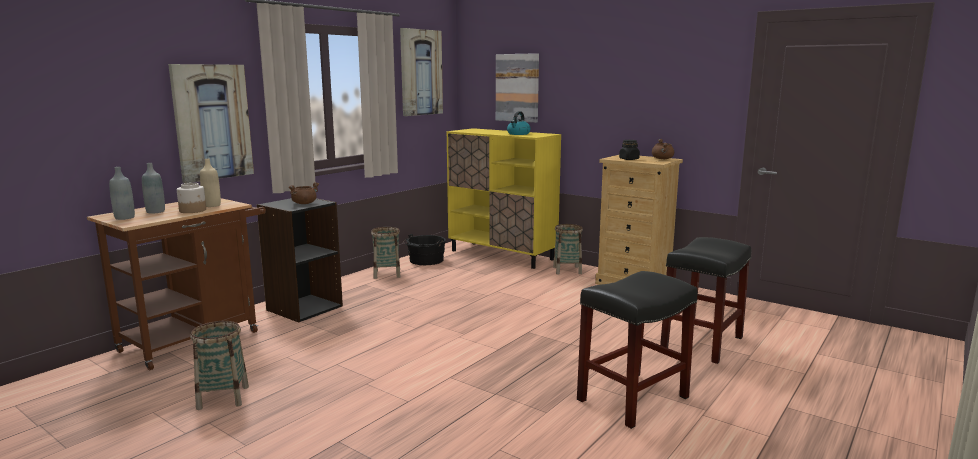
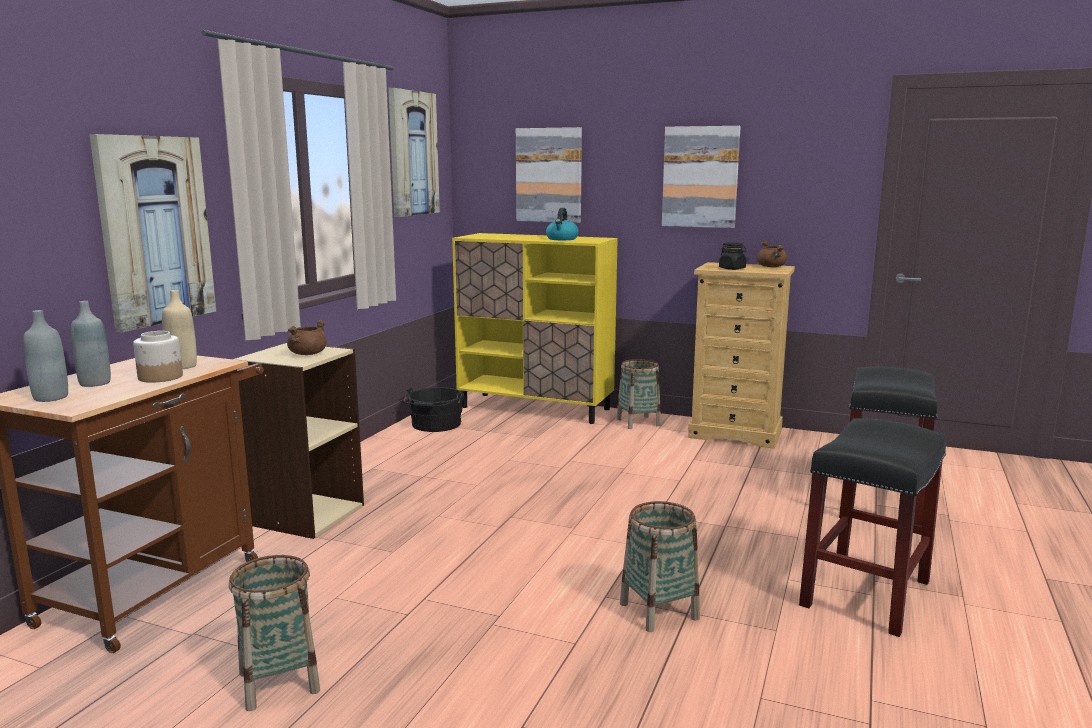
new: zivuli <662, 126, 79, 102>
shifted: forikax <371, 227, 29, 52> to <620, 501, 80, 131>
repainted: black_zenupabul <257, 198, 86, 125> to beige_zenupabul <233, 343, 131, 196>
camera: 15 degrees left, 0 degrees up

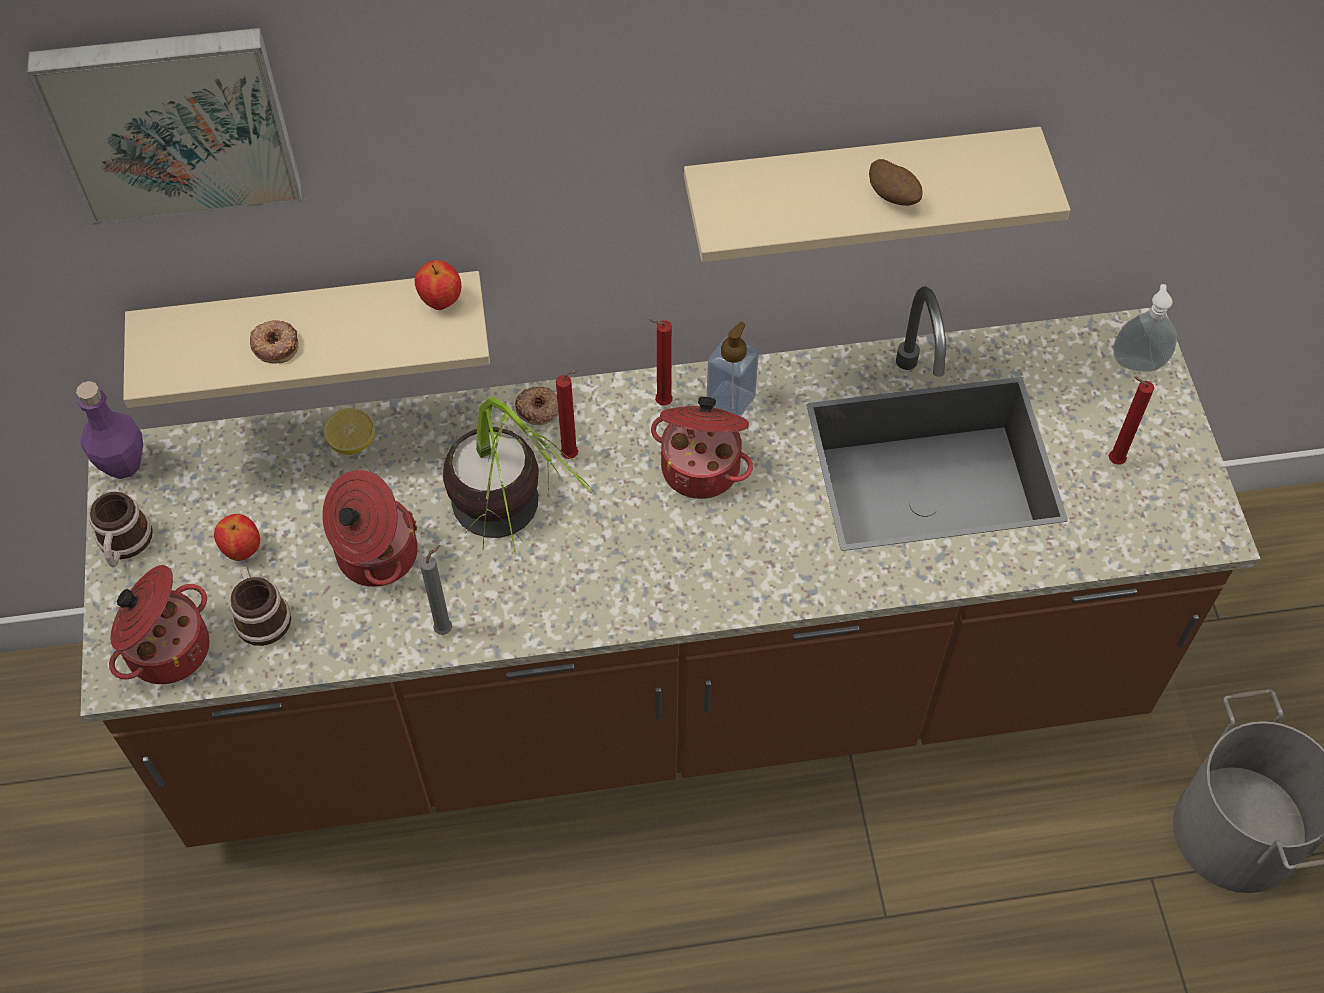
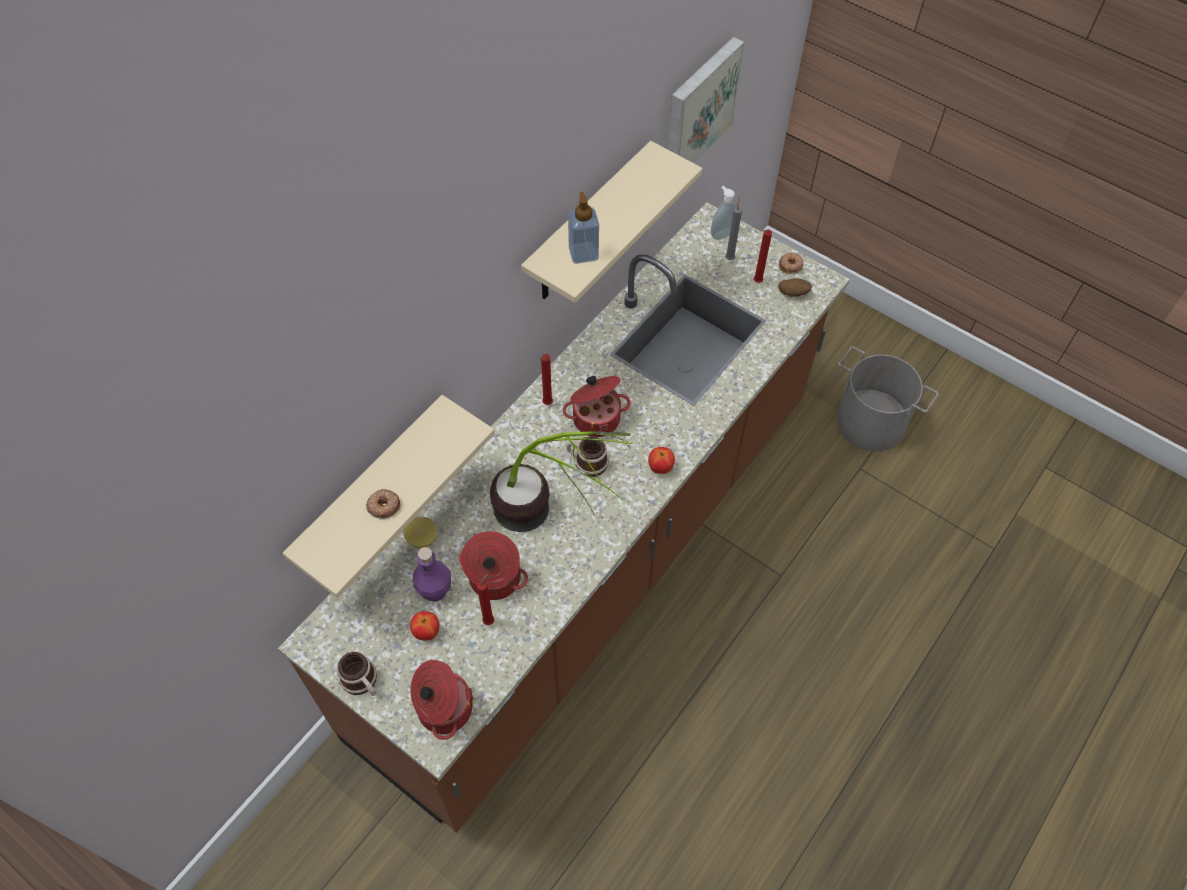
shifted: zivuli <27, 28, 275, 197> to <667, 37, 78, 126>; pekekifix <869, 159, 54, 47> to <778, 278, 34, 19>; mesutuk <415, 260, 46, 50> to <648, 447, 27, 27>; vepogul <707, 322, 52, 94> to <568, 192, 31, 72>; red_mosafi <556, 370, 23, 89> to <477, 573, 17, 52>; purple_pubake <76, 381, 67, 98> to <413, 547, 38, 55>; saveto <515, 386, 44, 39> to <779, 253, 25, 21>; grey_mosafi <420, 545, 32, 90> to <725, 198, 17, 62>; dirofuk <229, 567, 62, 79> to <566, 436, 43, 41>
camera: 45 degrees left, 0 degrees up

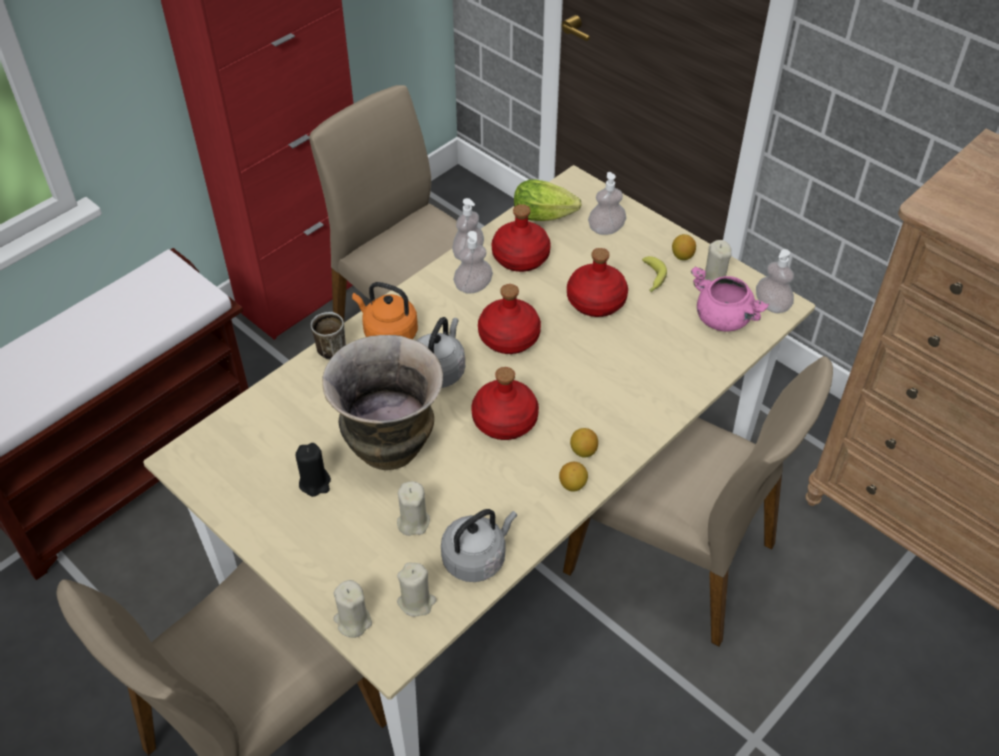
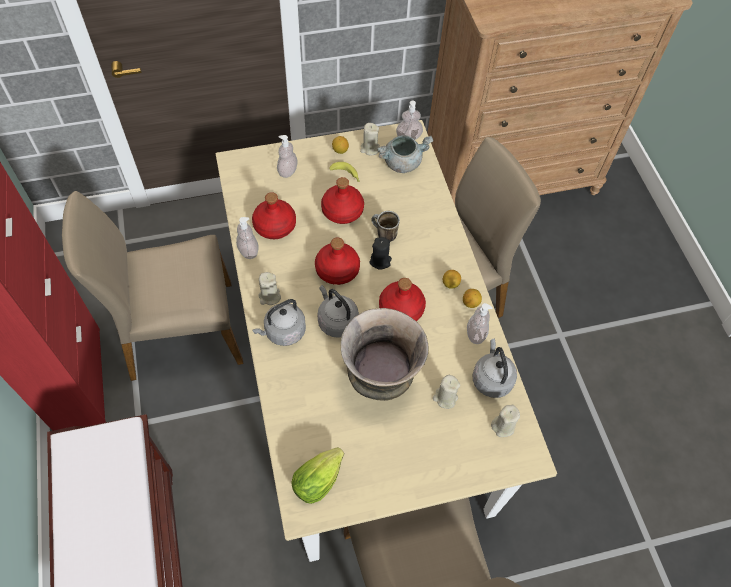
shifted: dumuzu <514, 179, 68, 42> to <291, 447, 53, 57>; vepogul <453, 231, 40, 63> to <467, 303, 25, 41>; dirofuk <311, 312, 35, 48> to <371, 211, 29, 31>; black_mosafi <296, 443, 35, 54> to <370, 237, 22, 33>; beige_mosafi <333, 580, 39, 58> to <258, 272, 23, 33>
repainted: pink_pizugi <691, 267, 78, 64> to grey_pizugi <377, 135, 56, 38>; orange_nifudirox <352, 282, 66, 57> to grey_nifudirox <252, 299, 54, 47>
camera: 60 degrees left, 10 degrees up

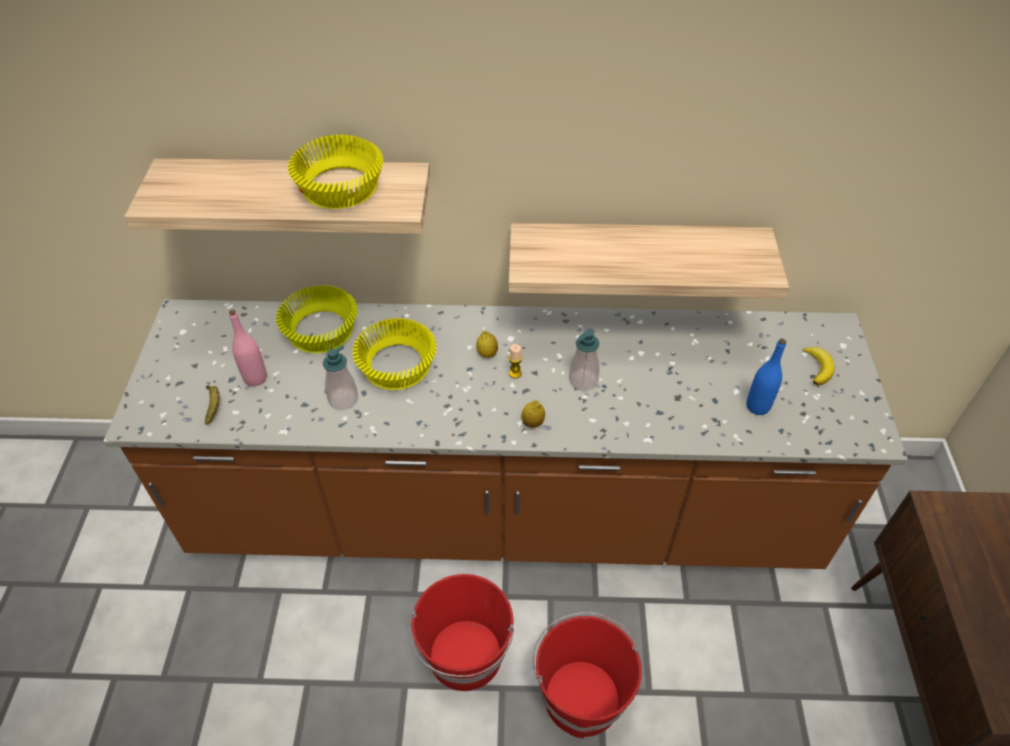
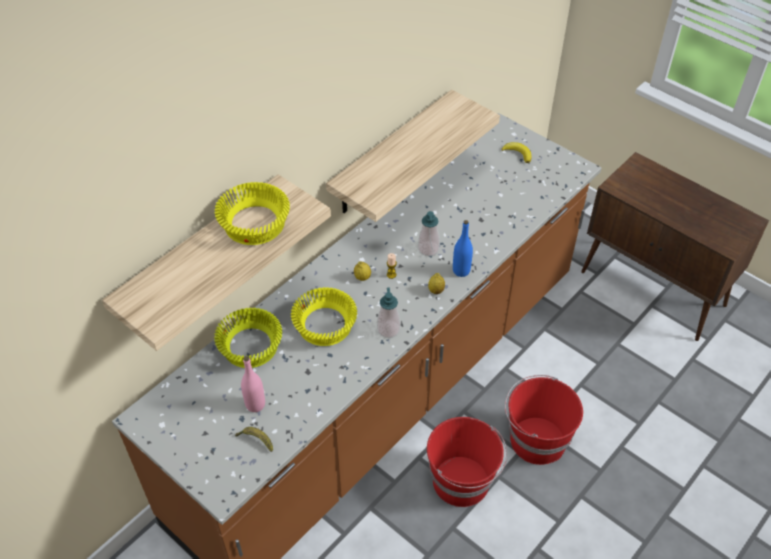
shifted: blue_pubake <746, 339, 40, 76> to <453, 220, 20, 57>; vepogul <323, 345, 35, 65> to <377, 288, 24, 50>
camera: 50 degrees left, 0 degrees up

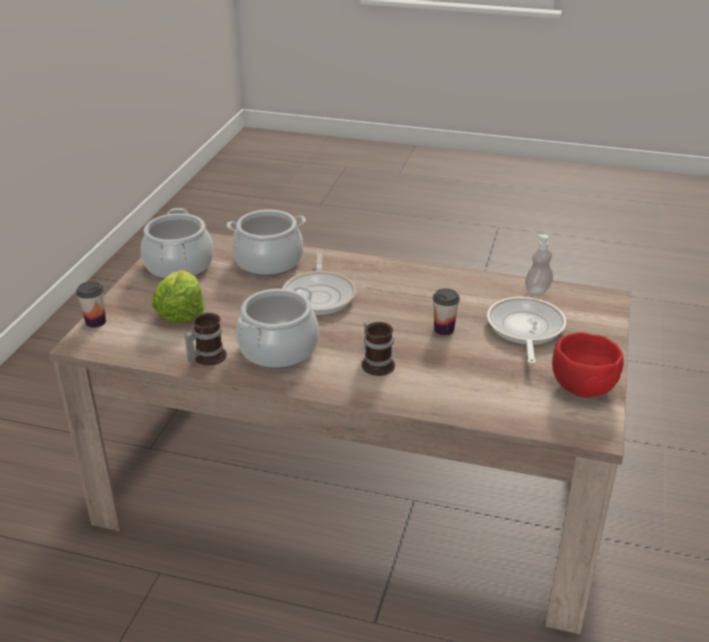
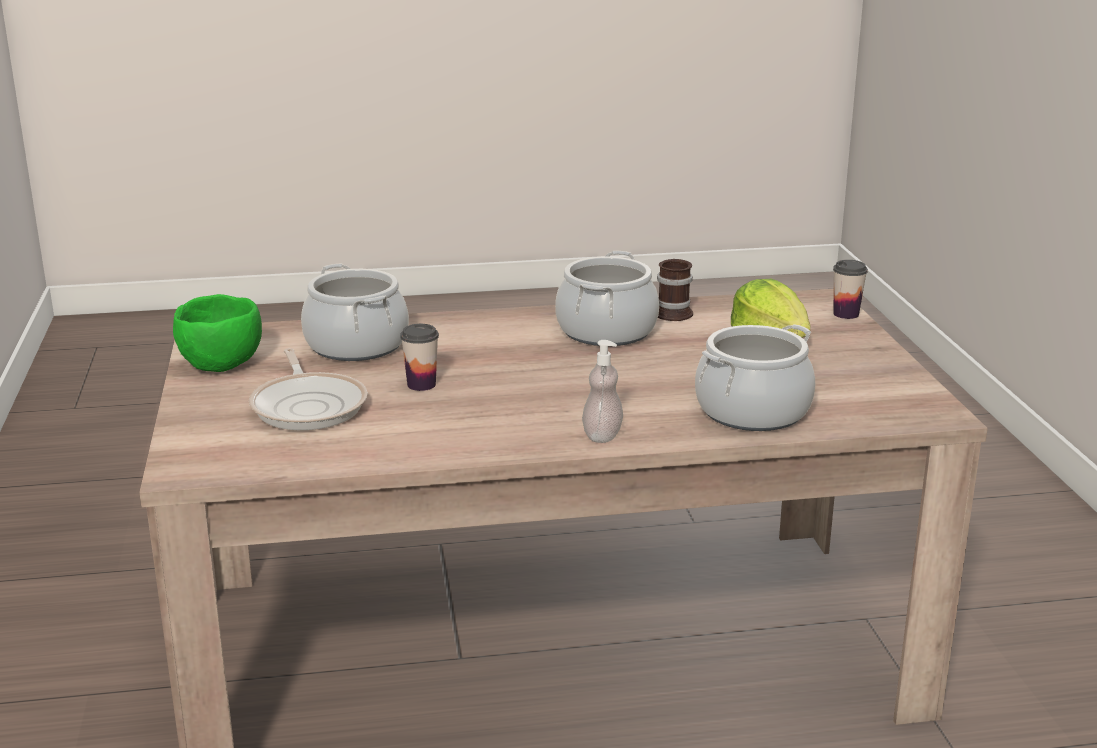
gone: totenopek <282, 250, 74, 65>; dirofuk <362, 322, 33, 54>
shifted: pizugi <141, 208, 73, 71> to <301, 264, 108, 97>; vepogul <525, 234, 28, 61> to <582, 340, 41, 103>
repainted: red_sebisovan <552, 332, 71, 65> to green_sebisovan <173, 294, 89, 78>
camera: 155 degrees right, 10 degrees down

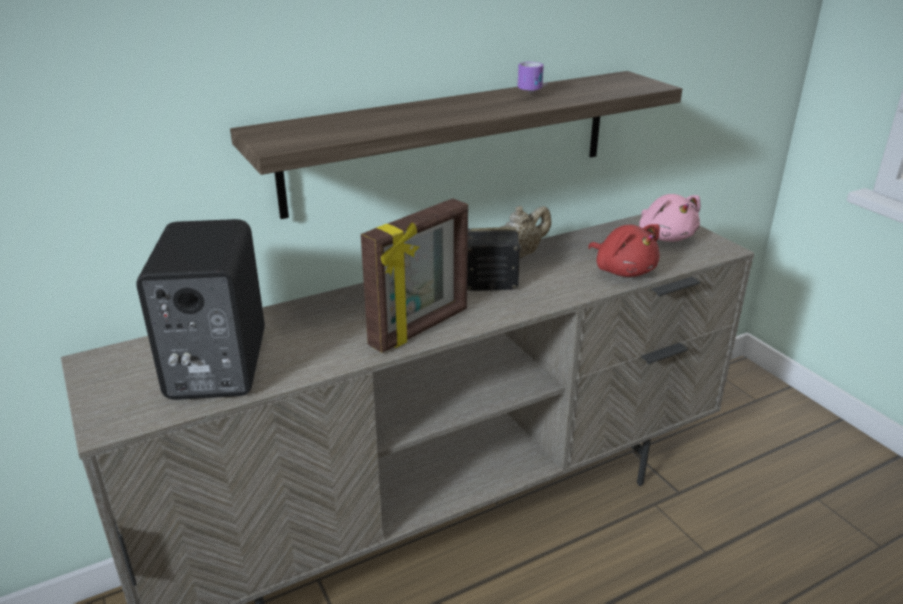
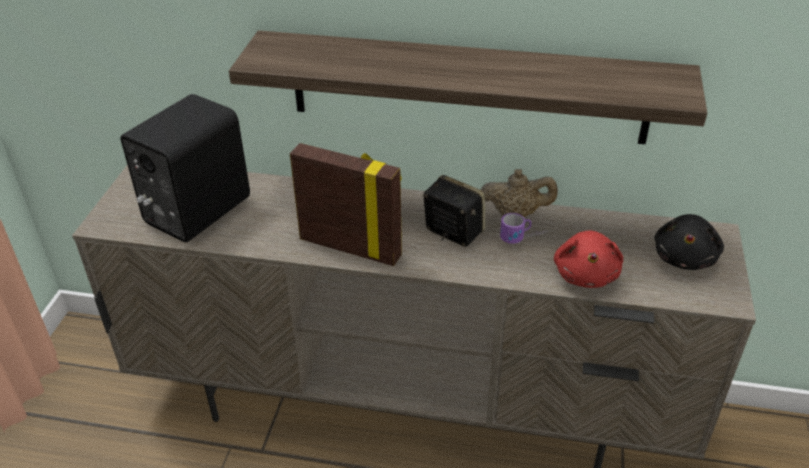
shifted: dirofuk <518, 62, 30, 32> to <500, 213, 48, 31>
repainted: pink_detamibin <639, 194, 62, 48> to black_detamibin <655, 214, 69, 56>
rotated: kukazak <361, 198, 107, 155> = <290, 143, 112, 123> 150 degrees counterclockwise
camera: 40 degrees right, 10 degrees up

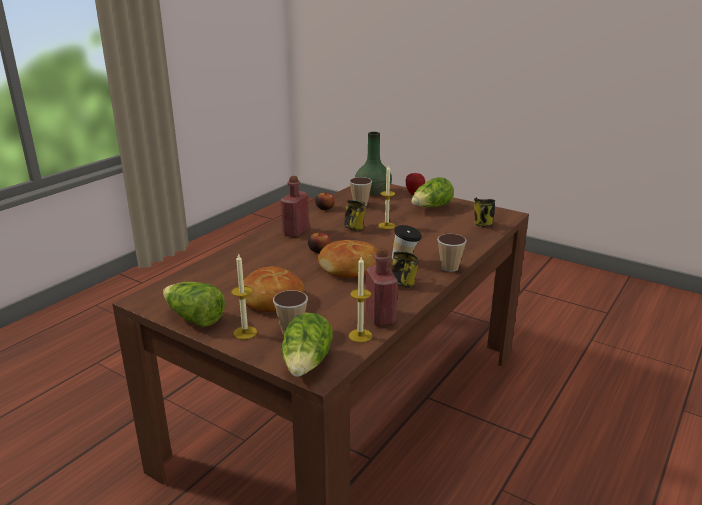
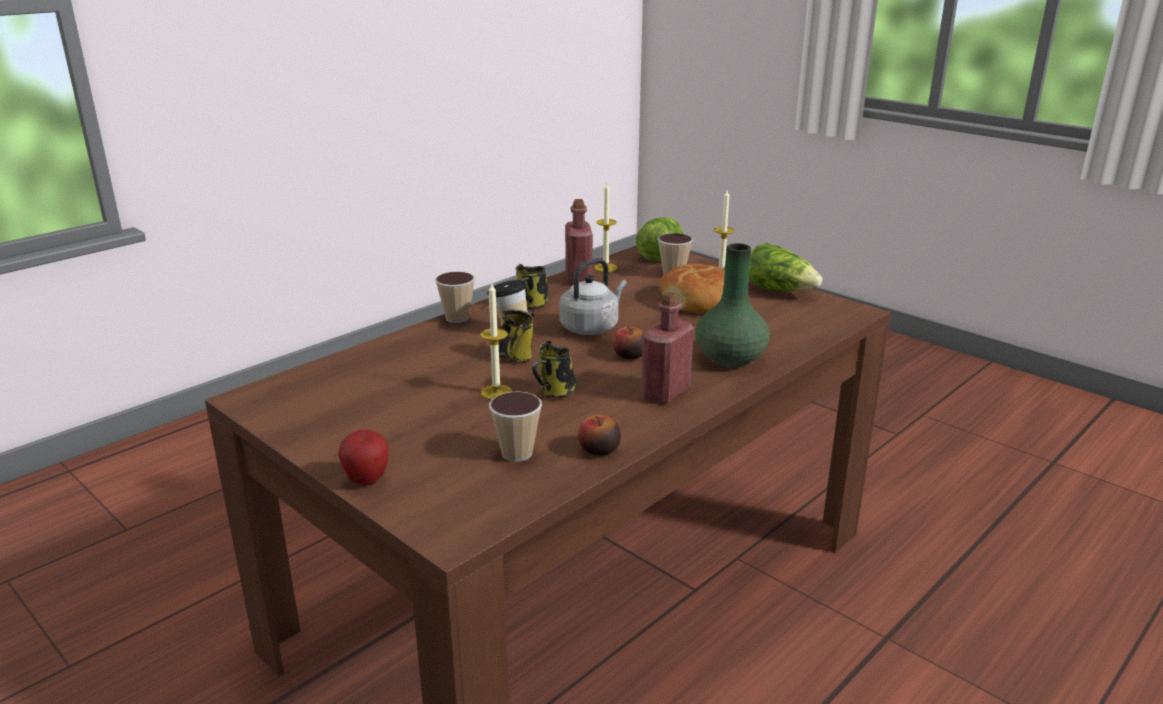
gone: dumuzu <411, 177, 43, 30>
shifted: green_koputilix <355, 132, 37, 63> to <695, 243, 75, 125>; dirofuk <474, 198, 21, 29> to <499, 309, 35, 54>
swapped: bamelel <318, 240, 60, 38> to grey_nifudirox <559, 258, 68, 77>
camera: 170 degrees left, 0 degrees up

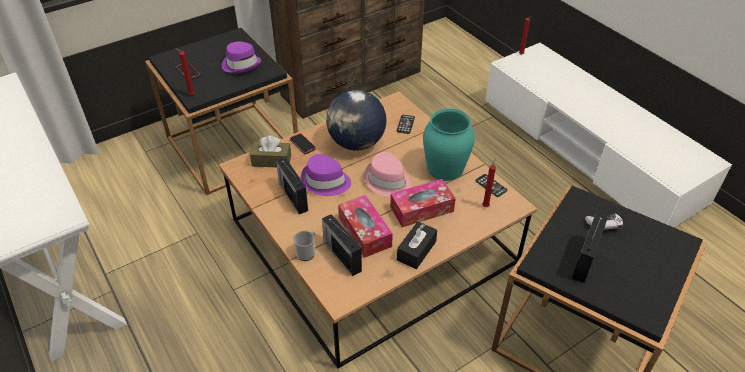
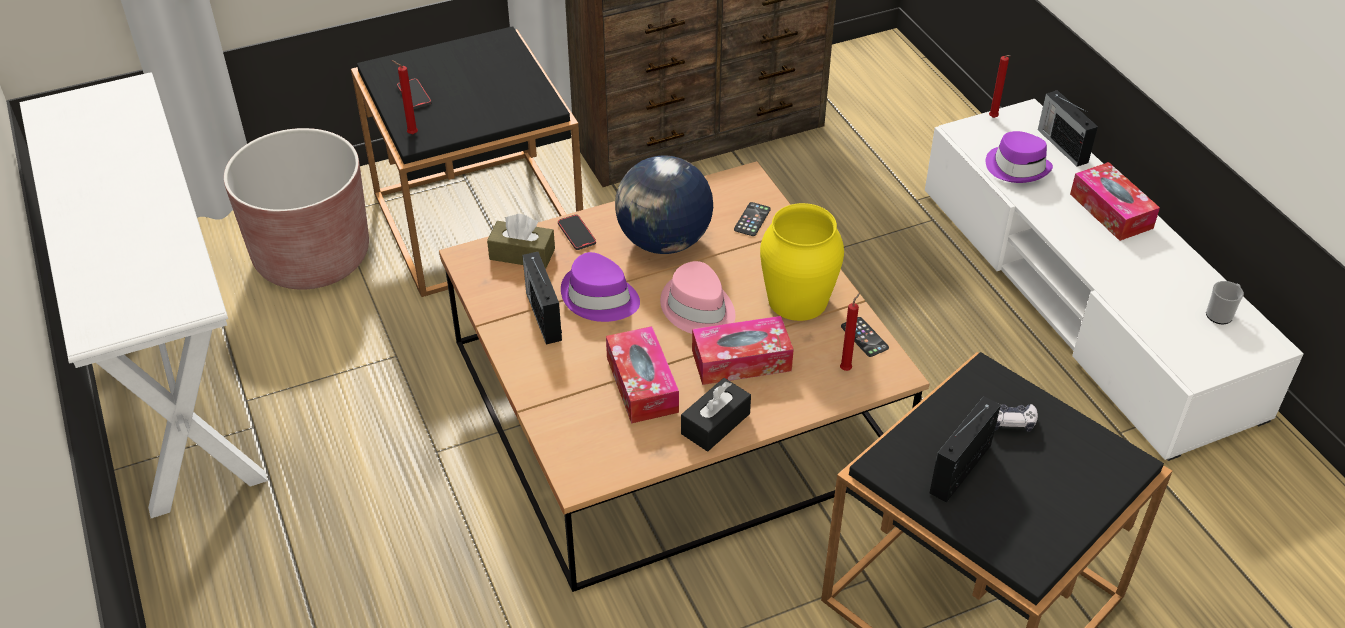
new: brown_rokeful <224, 128, 145, 162>; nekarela <1070, 162, 90, 79>
shifted: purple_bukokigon <222, 41, 40, 32> to <986, 131, 67, 52>; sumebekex <322, 214, 40, 62> to <1038, 90, 60, 77>; dirofuk <293, 231, 22, 30> to <1206, 281, 38, 43>
repainted: turquoise_koputilix <423, 109, 52, 72> to yellow_koputilix <760, 203, 84, 118>
camera: 10 degrees right, 0 degrees up

